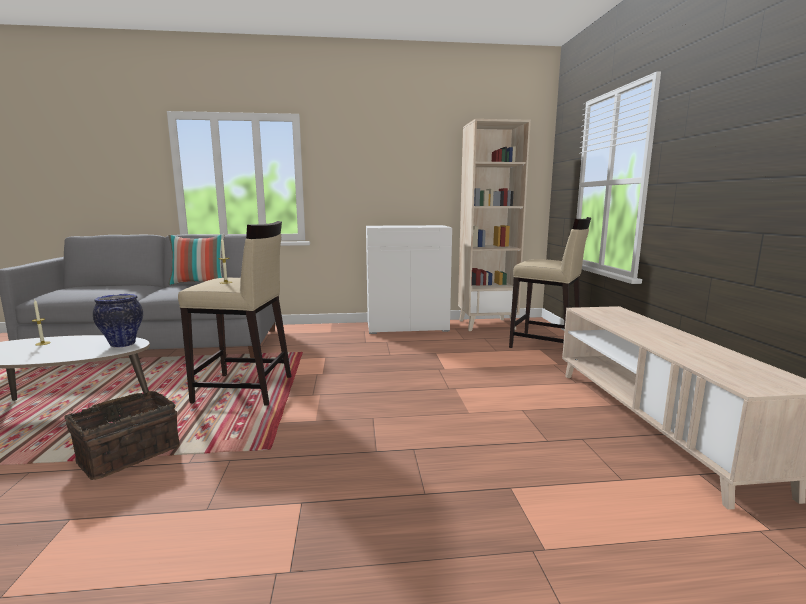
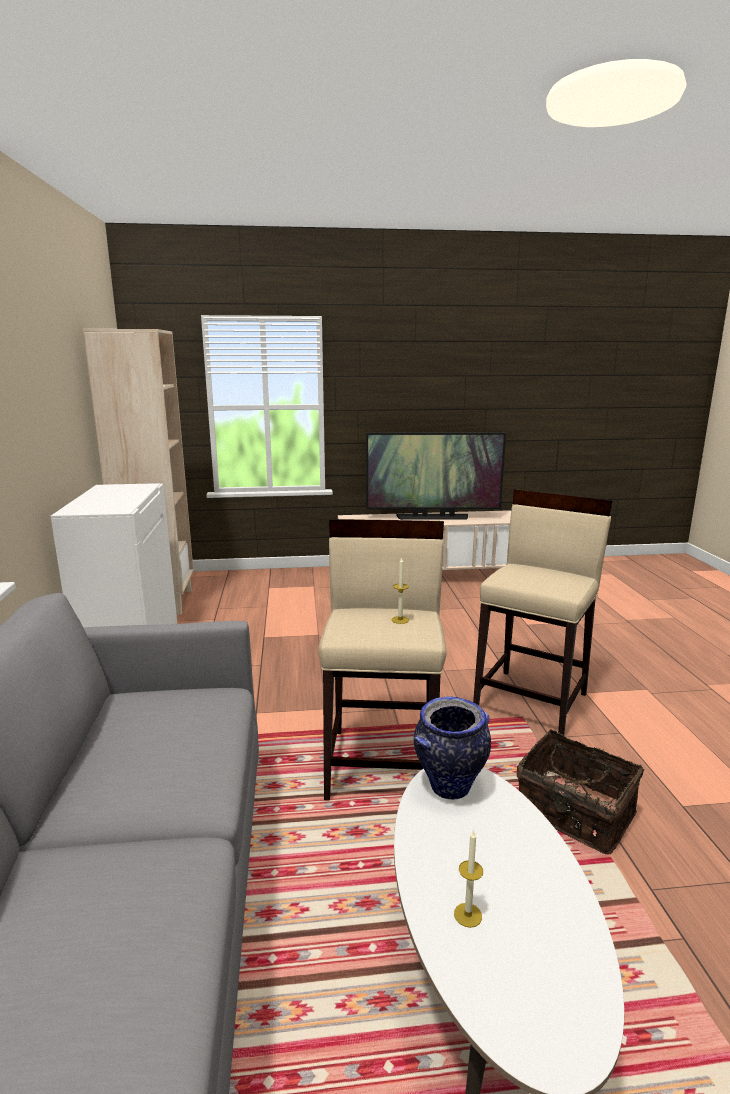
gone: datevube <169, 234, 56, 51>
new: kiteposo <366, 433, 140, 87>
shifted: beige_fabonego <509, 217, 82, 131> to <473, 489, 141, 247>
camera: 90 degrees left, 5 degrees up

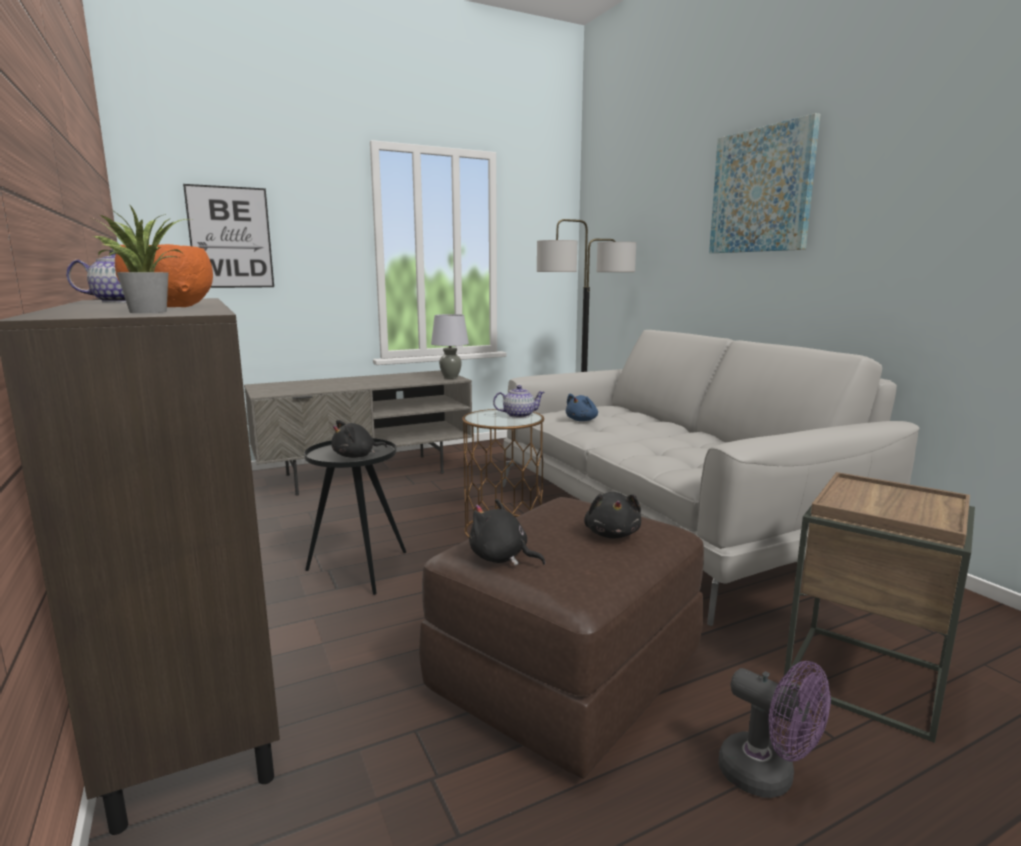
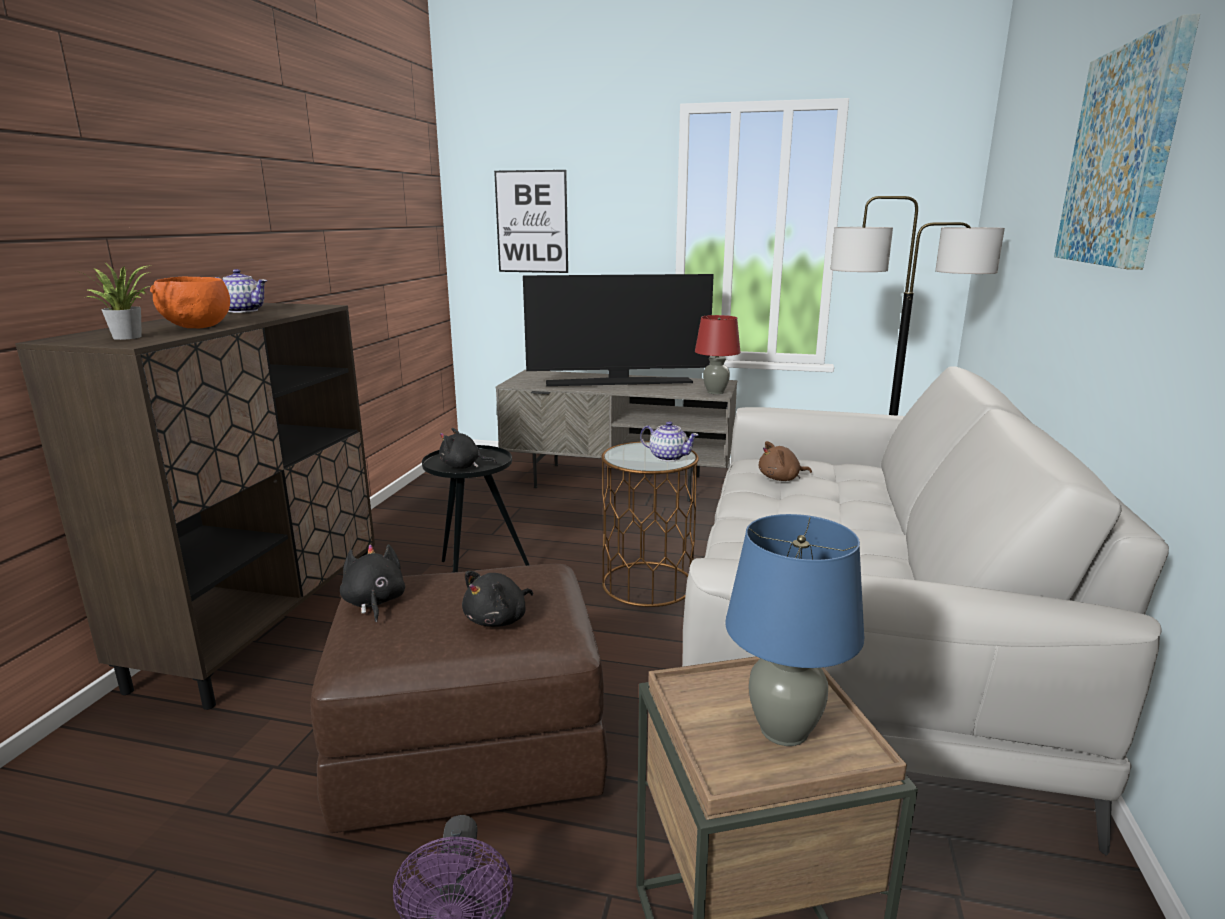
new: kiteposo <523, 274, 191, 112>; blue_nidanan <725, 514, 140, 232>
repainted: grey_nidanan <431, 314, 38, 65> to red_nidanan <695, 315, 45, 79>; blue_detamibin <566, 393, 32, 28> to brown_detamibin <759, 441, 53, 40>
camera: 40 degrees right, 5 degrees up

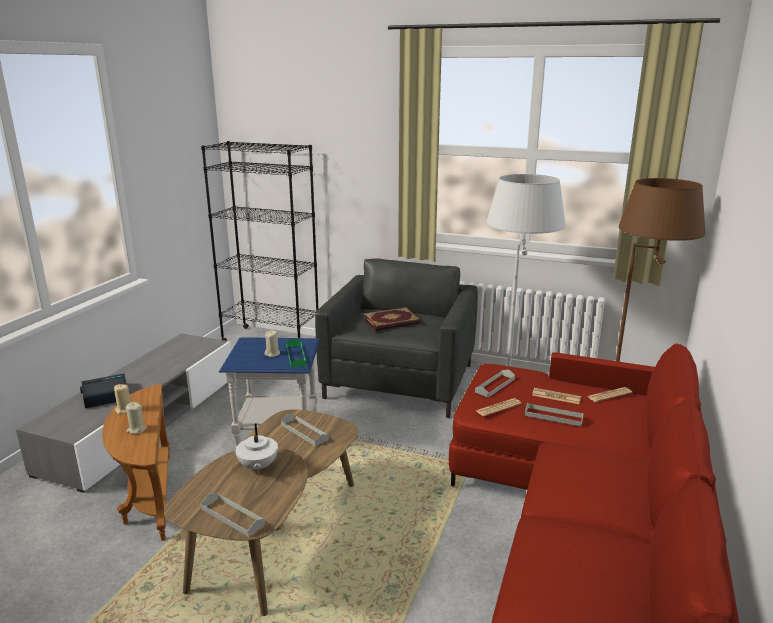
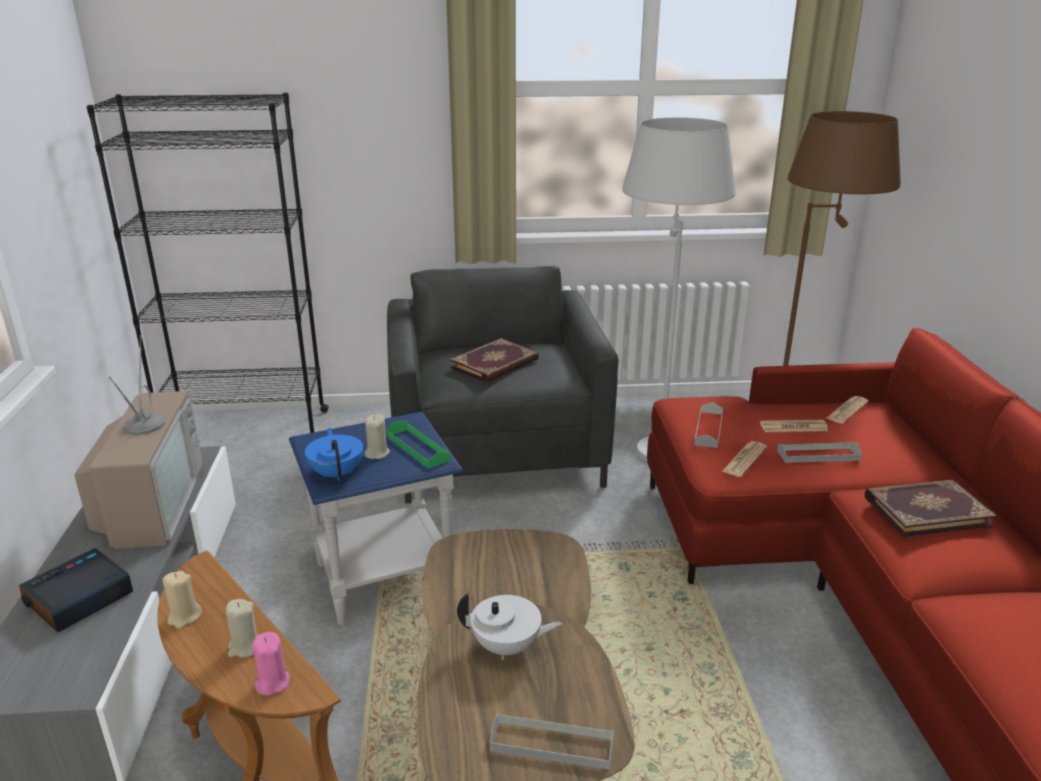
gone: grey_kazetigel <281, 414, 48, 32>
new: kiteposo <74, 335, 129, 214>; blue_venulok <305, 428, 58, 53>; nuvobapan <865, 480, 132, 57>; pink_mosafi <252, 632, 38, 64>
rotated: white_venulok <235, 423, 43, 50> = <457, 593, 105, 67> 45 degrees counterclockwise
camera: 25 degrees left, 5 degrees up

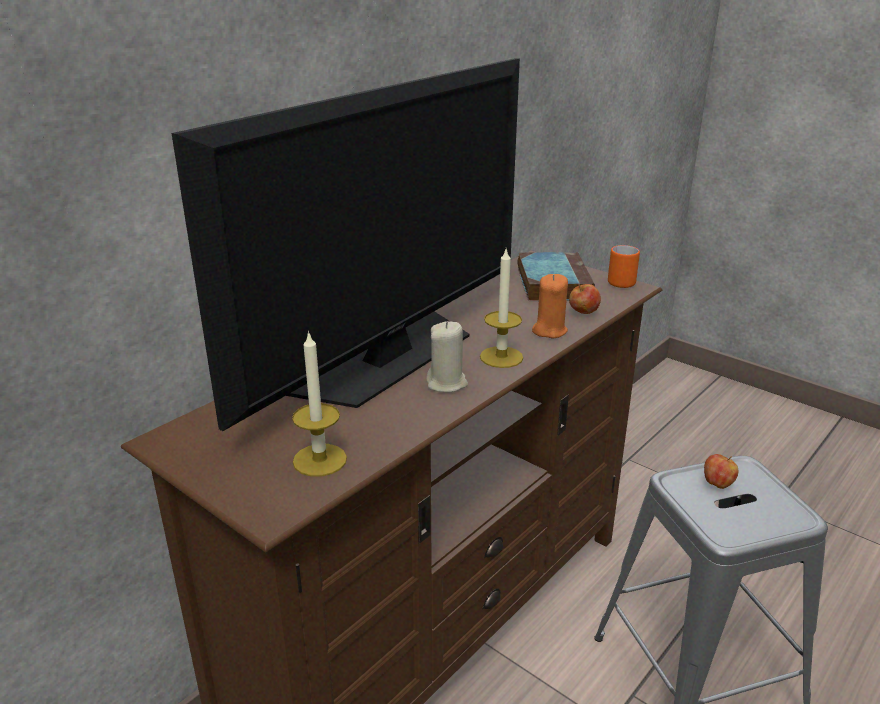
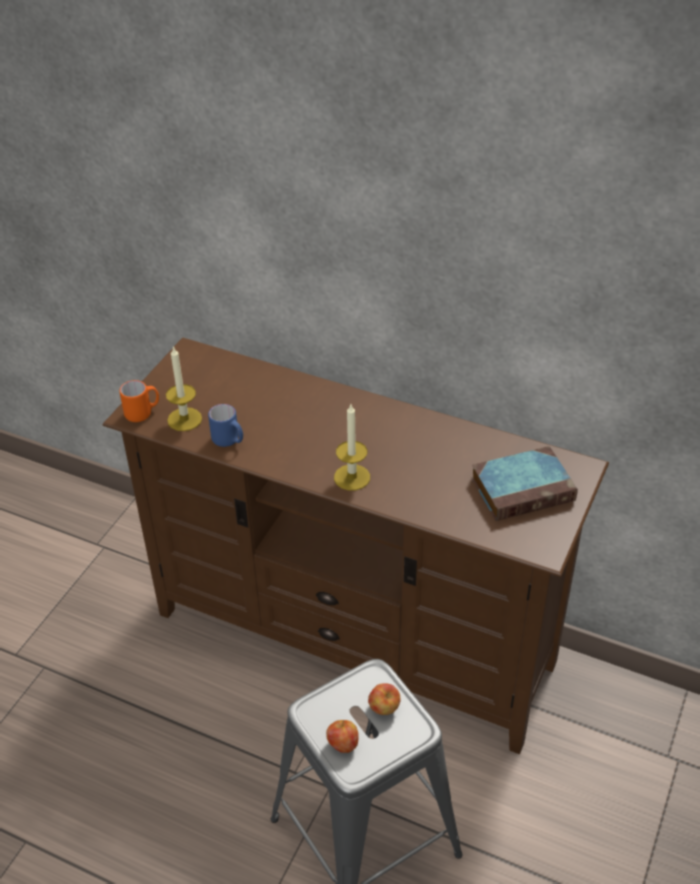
gone: kiteposo <171, 58, 349, 373>; orange_mosafi <532, 274, 36, 64>; beige_mosafi <426, 321, 42, 72>
new: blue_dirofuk <208, 404, 35, 43>
shifted: orange_dirofuk <608, 245, 32, 43> to <120, 380, 39, 42>; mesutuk <569, 284, 32, 30> to <326, 720, 33, 33>
camera: 75 degrees right, 15 degrees up

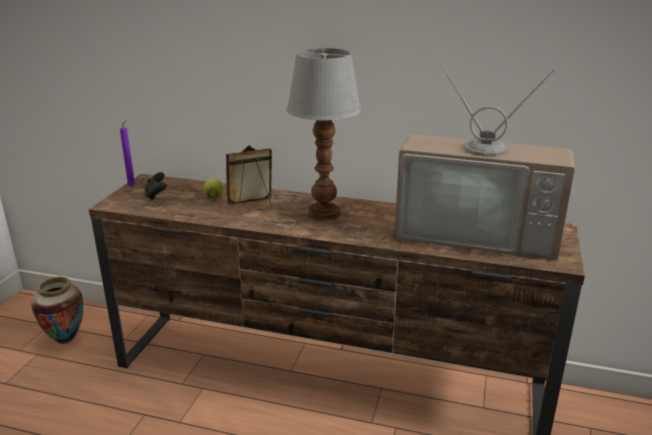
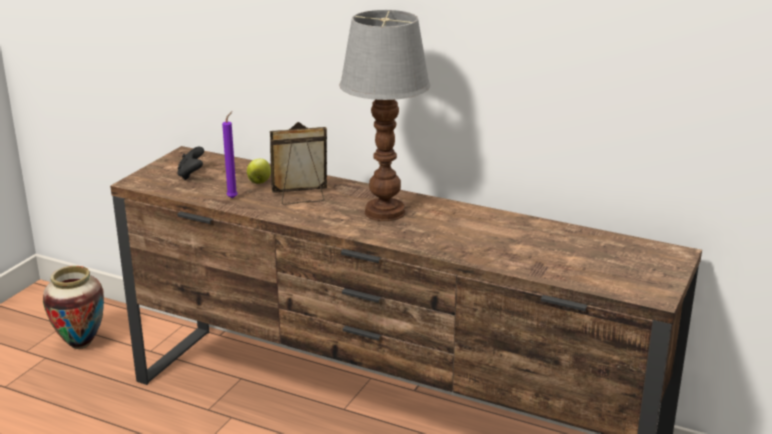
gone: kiteposo <395, 62, 180, 199>
shifted: purple_mosafi <120, 120, 15, 67> to <222, 111, 16, 88>
camera: 10 degrees right, 0 degrees up

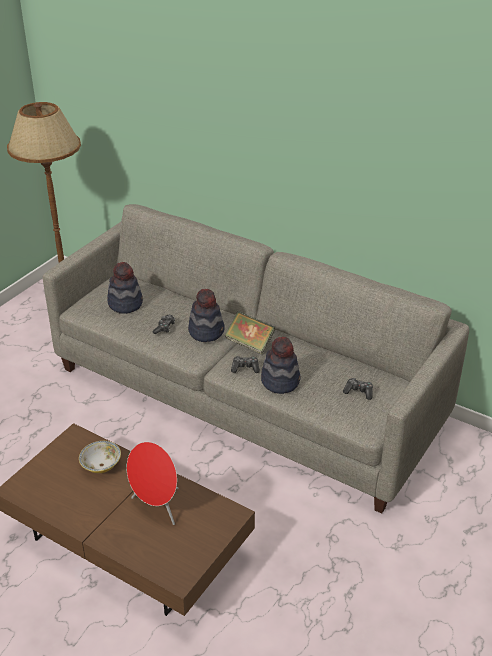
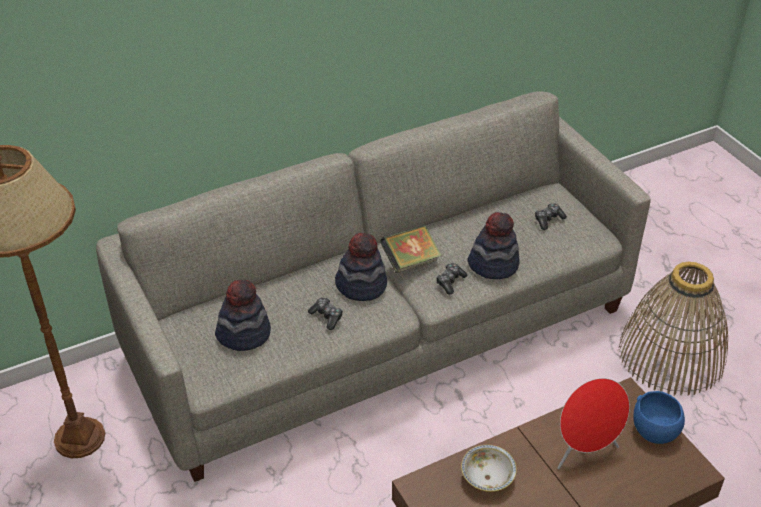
new: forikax <618, 261, 110, 135>; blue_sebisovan <633, 391, 52, 53>
camera: 60 degrees left, 5 degrees up

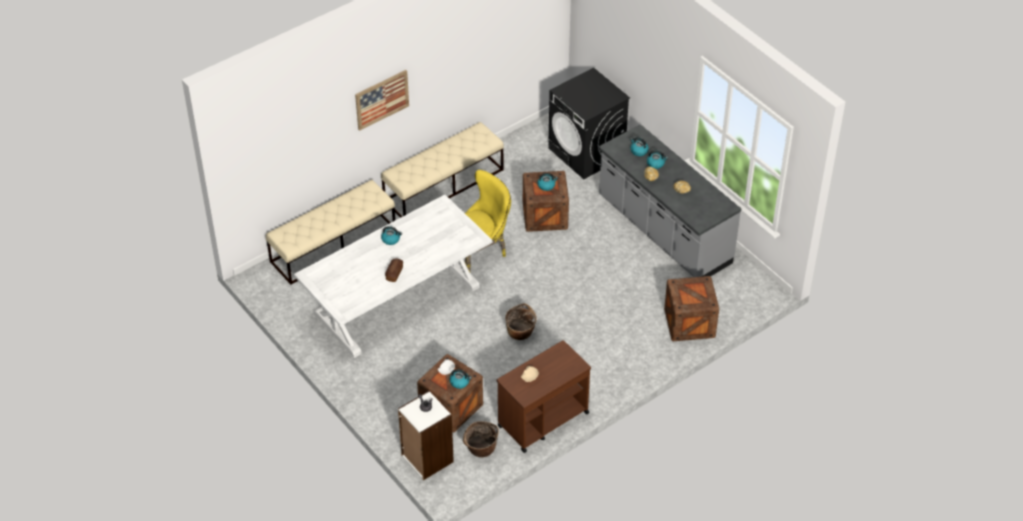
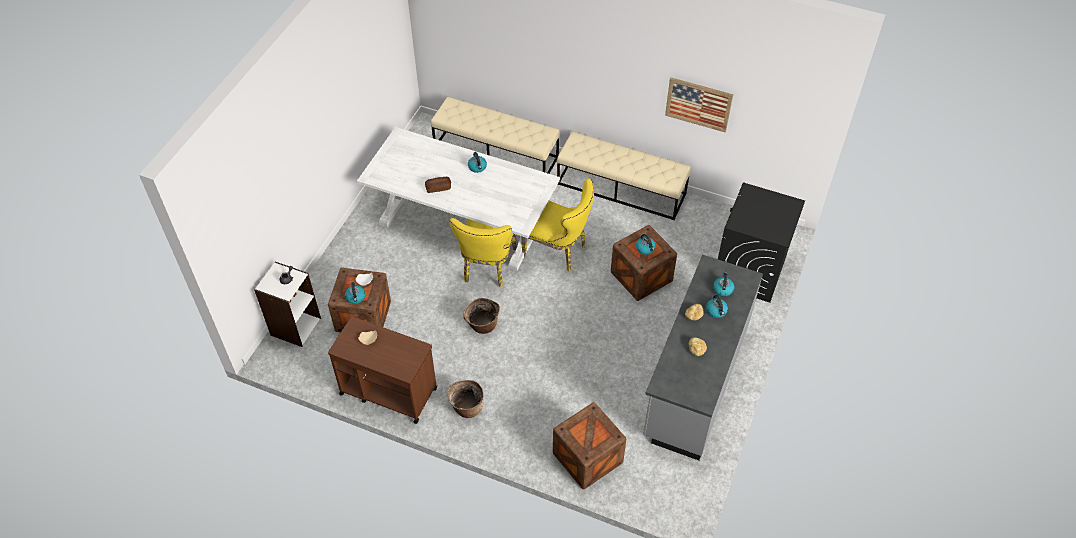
new: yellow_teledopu <449, 218, 68, 69>
shifted: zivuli <355, 70, 54, 61> to <665, 77, 68, 56>; forikax <463, 421, 36, 36> to <448, 380, 36, 38>
camera: 60 degrees right, 5 degrees up

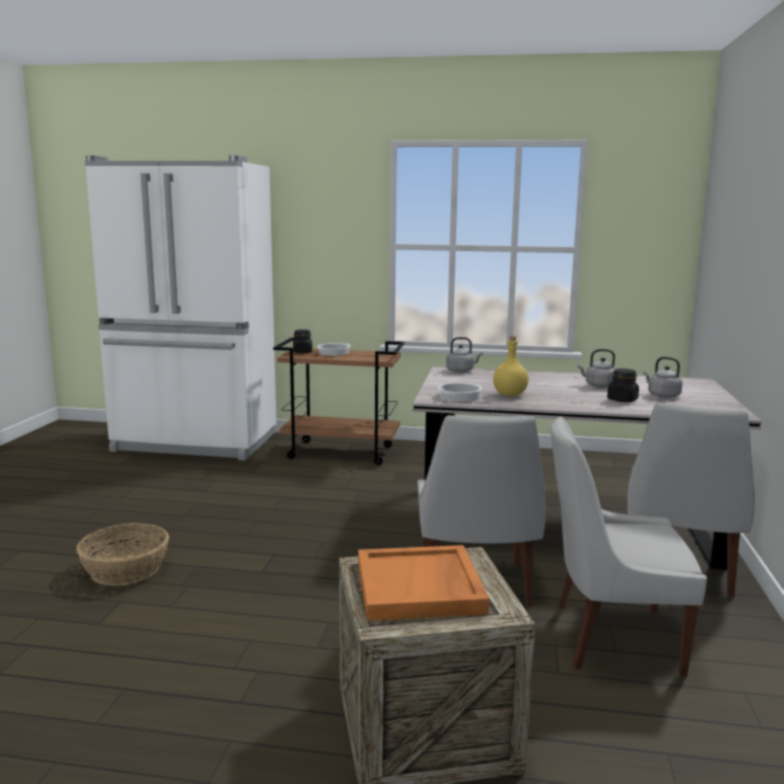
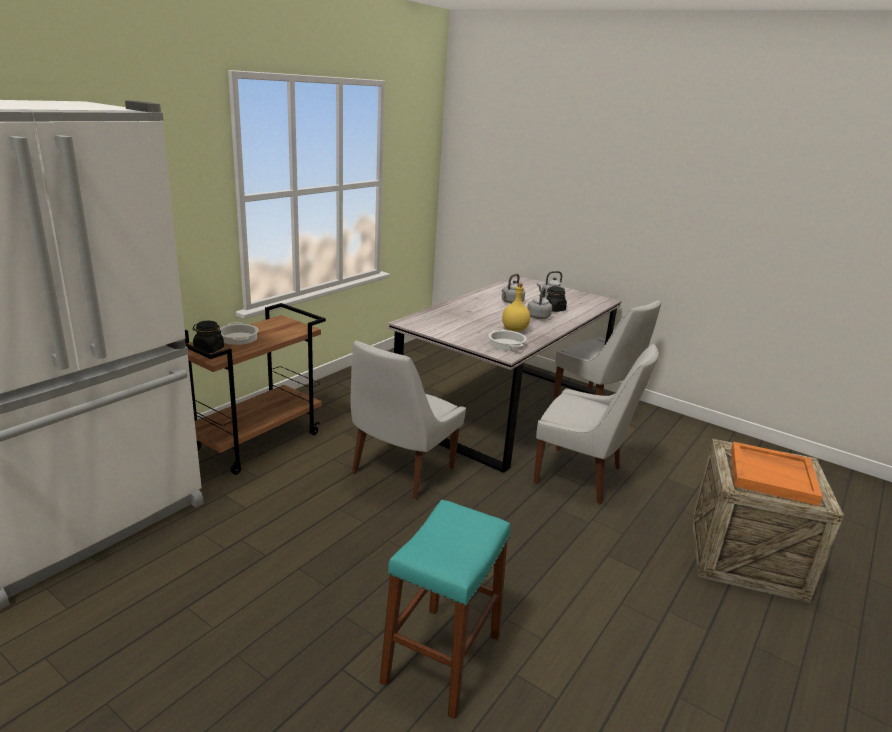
shifted: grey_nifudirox <446, 337, 37, 35> to <527, 287, 25, 32>; white_teledopu <551, 416, 156, 261> to <351, 341, 115, 158>
swapped: forikax <76, 523, 93, 63> to turquoise_fabonego <380, 500, 130, 219>
camera: 65 degrees left, 10 degrees up

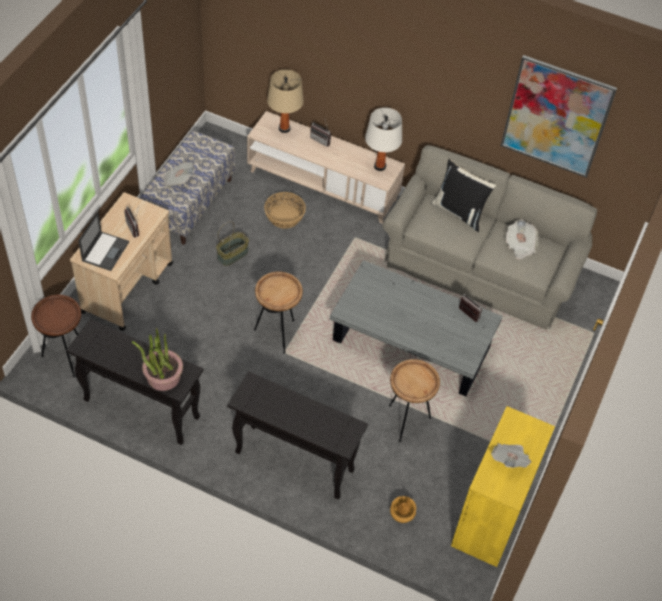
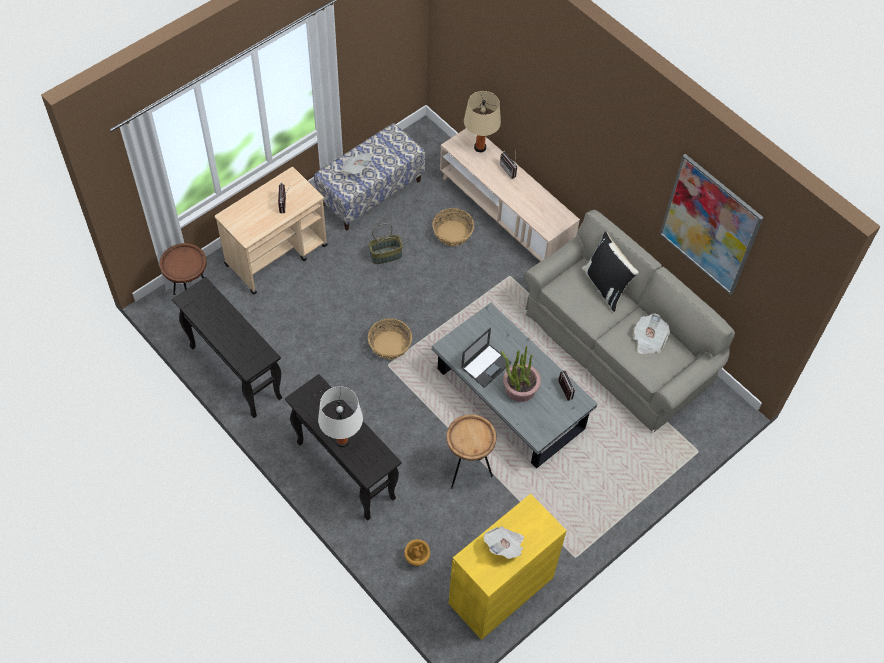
shifted: white_nidanan <365, 108, 37, 63> to <318, 386, 45, 61>; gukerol <78, 212, 51, 59> to <461, 327, 51, 61>; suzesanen <132, 328, 51, 63> to <501, 346, 40, 56>
swapped: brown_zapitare <254, 271, 49, 82> to forikax <368, 318, 44, 41>
camera: 25 degrees right, 5 degrees up

